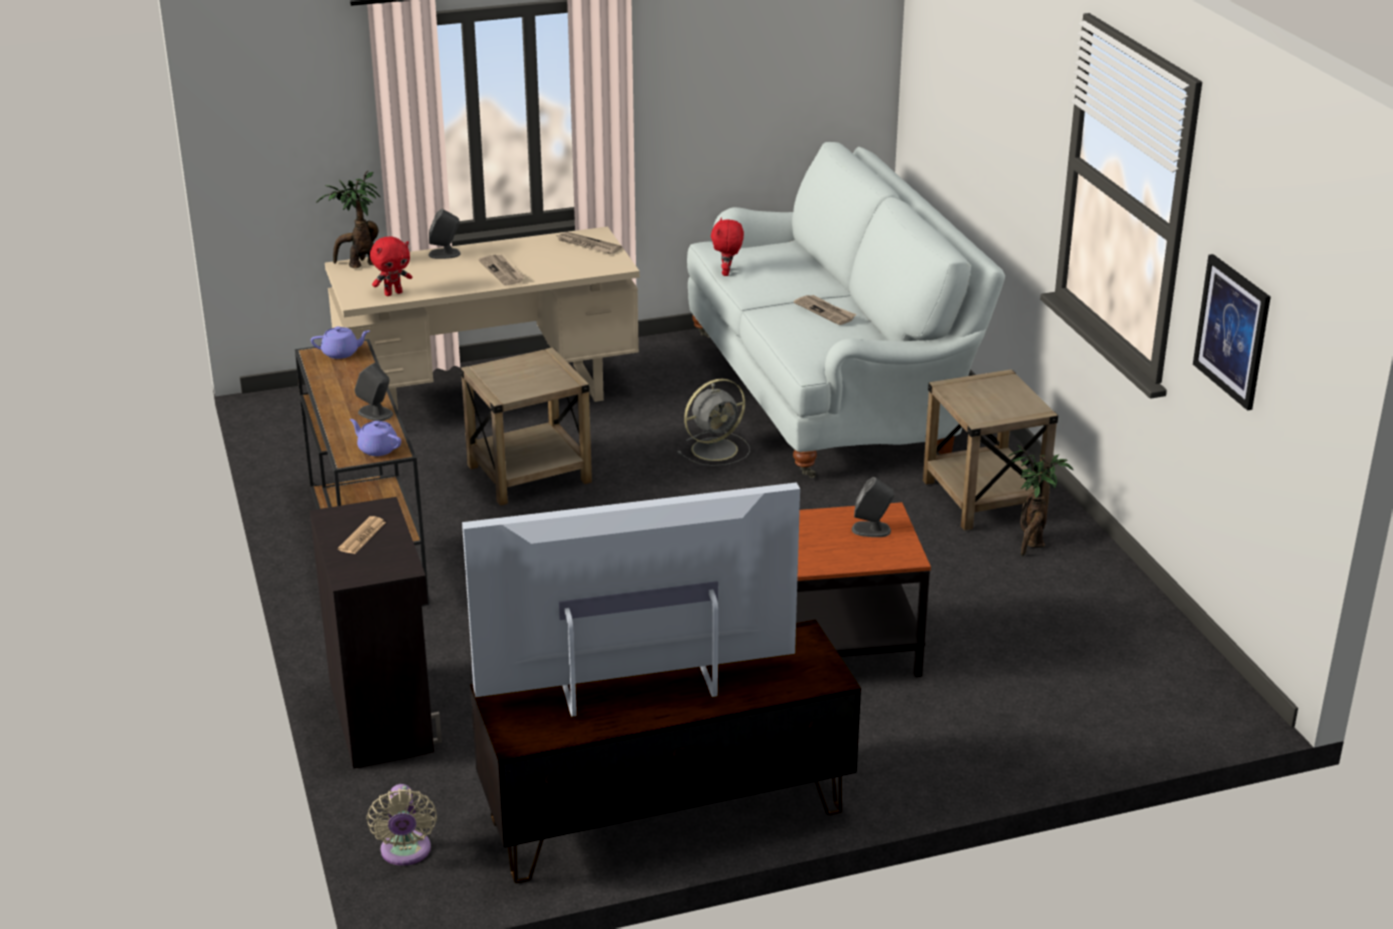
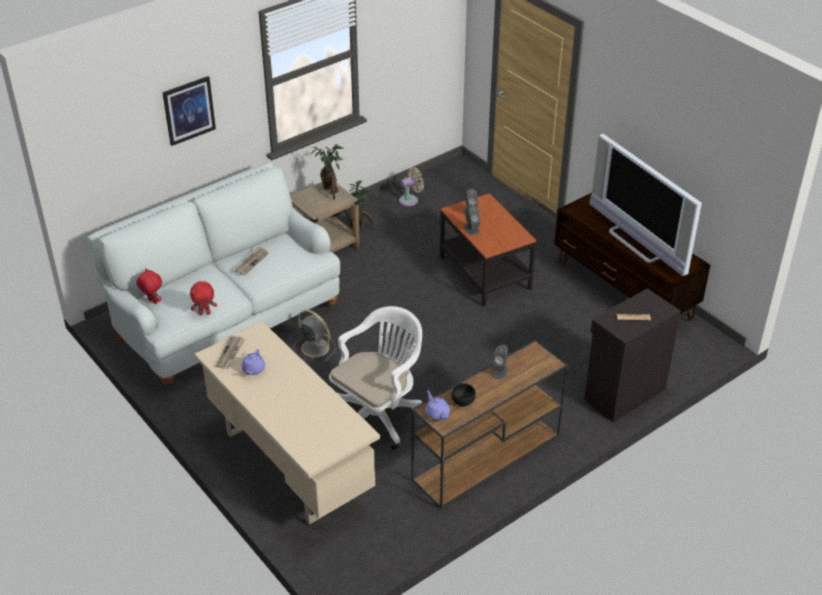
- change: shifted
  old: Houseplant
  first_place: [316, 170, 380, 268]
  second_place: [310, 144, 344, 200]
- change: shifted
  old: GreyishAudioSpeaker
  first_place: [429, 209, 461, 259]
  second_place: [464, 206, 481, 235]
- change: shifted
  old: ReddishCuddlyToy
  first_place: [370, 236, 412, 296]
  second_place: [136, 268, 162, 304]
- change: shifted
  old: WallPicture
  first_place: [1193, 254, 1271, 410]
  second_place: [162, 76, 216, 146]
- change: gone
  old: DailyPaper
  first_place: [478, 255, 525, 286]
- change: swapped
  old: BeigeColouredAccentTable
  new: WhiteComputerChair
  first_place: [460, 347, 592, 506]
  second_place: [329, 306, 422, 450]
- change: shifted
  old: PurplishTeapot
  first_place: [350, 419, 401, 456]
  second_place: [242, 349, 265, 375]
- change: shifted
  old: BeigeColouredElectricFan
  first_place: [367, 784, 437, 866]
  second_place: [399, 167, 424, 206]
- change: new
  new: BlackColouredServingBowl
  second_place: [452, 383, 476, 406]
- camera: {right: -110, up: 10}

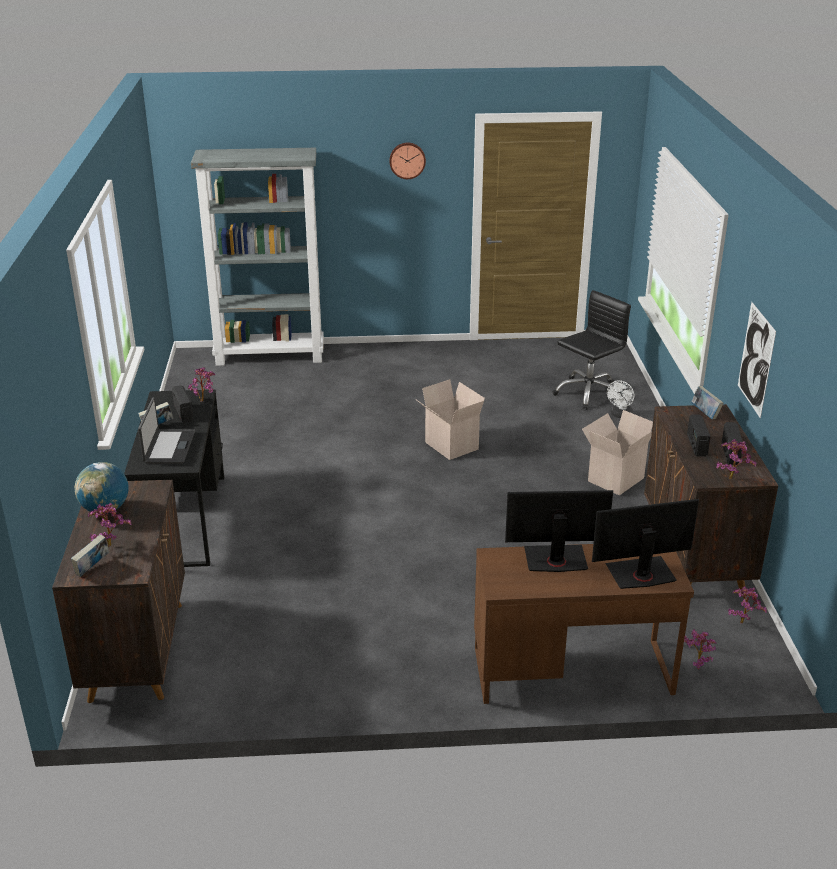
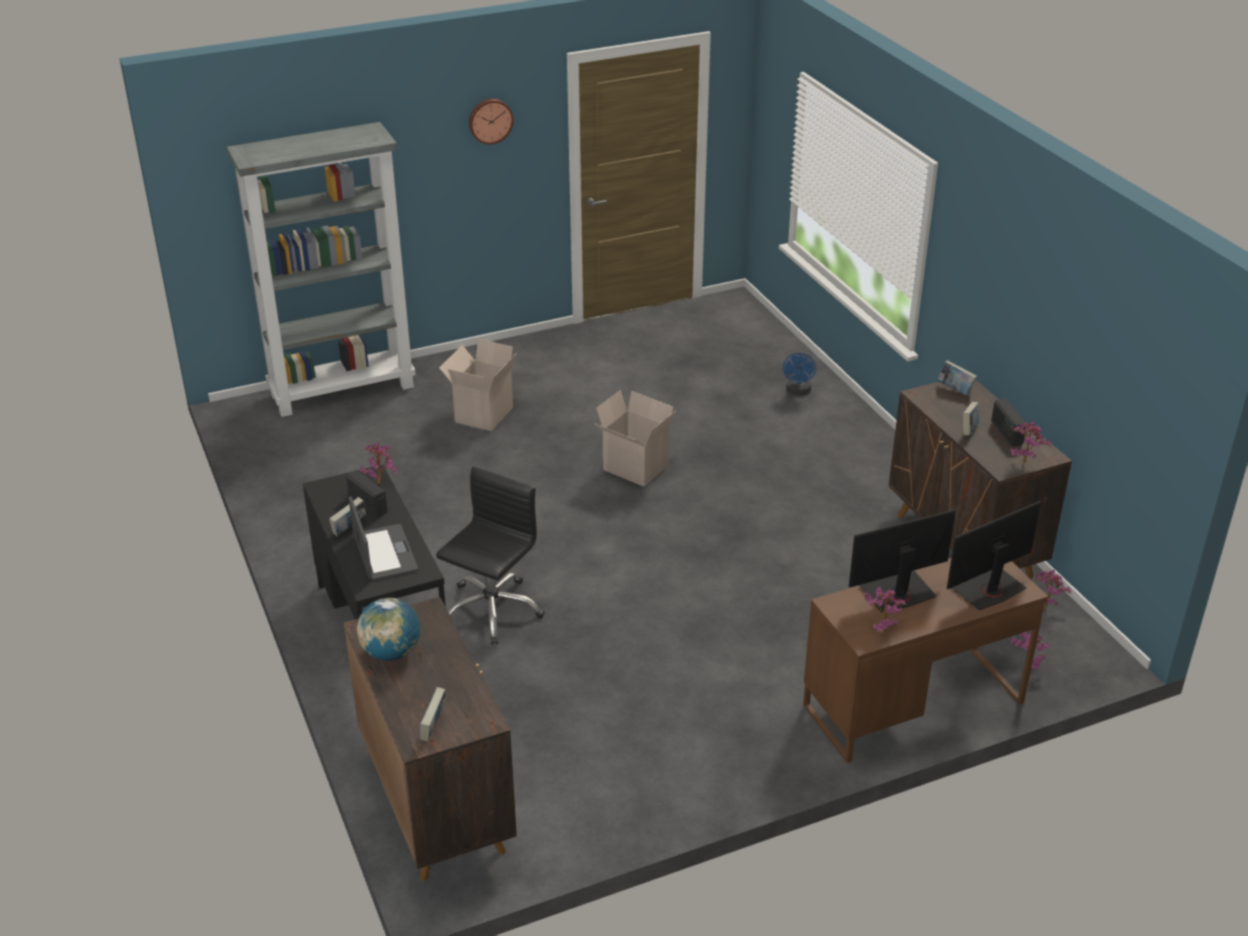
- change: shifted
  old: BlackColouredComputerChair
  first_place: [553, 290, 631, 410]
  second_place: [436, 467, 545, 645]
- change: gone
  old: WallPicture
  first_place: [738, 302, 776, 419]
- change: repainted
  old: WhiteElectricFan
  new: BlueElectricFan
  first_place: [607, 380, 634, 418]
  second_place: [783, 353, 816, 395]
- change: shifted
  old: CardboardBox
  first_place: [582, 410, 653, 495]
  second_place: [439, 339, 516, 431]
- change: swapped
  old: RadioReceiver
  new: Book
  first_place: [687, 415, 711, 457]
  second_place: [963, 402, 979, 435]
- change: shifted
  old: Houseplant
  first_place: [88, 503, 132, 547]
  second_place: [864, 586, 906, 634]
- camera: {right: -20, up: 5}

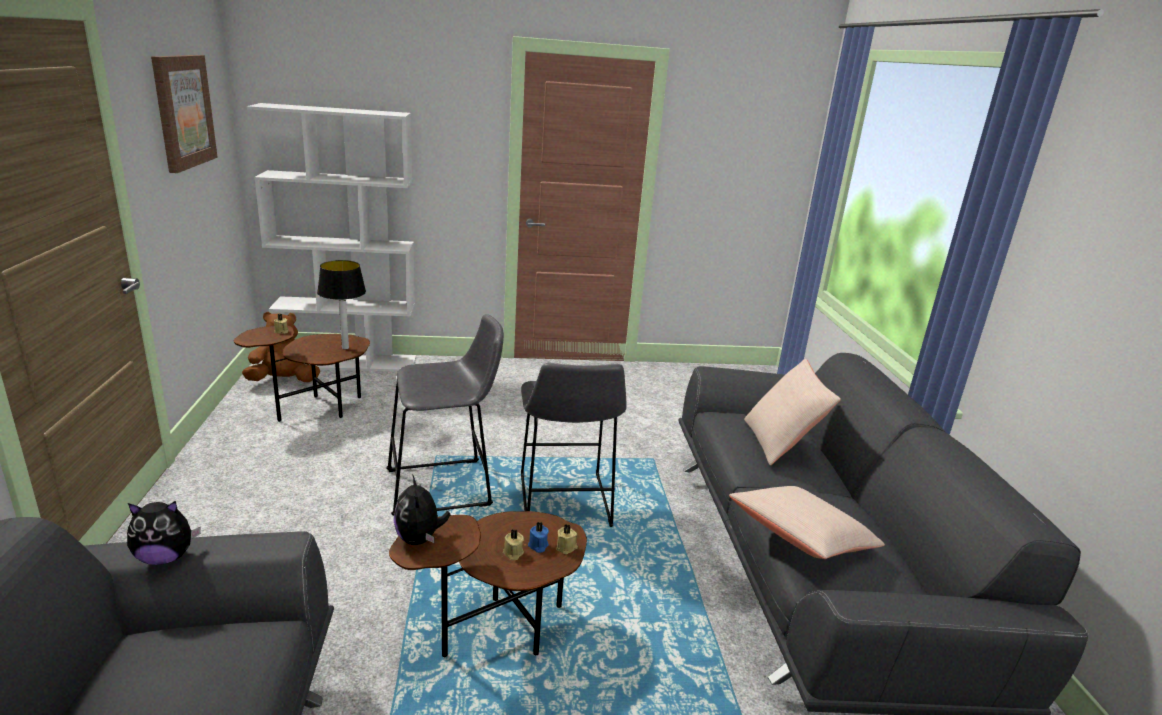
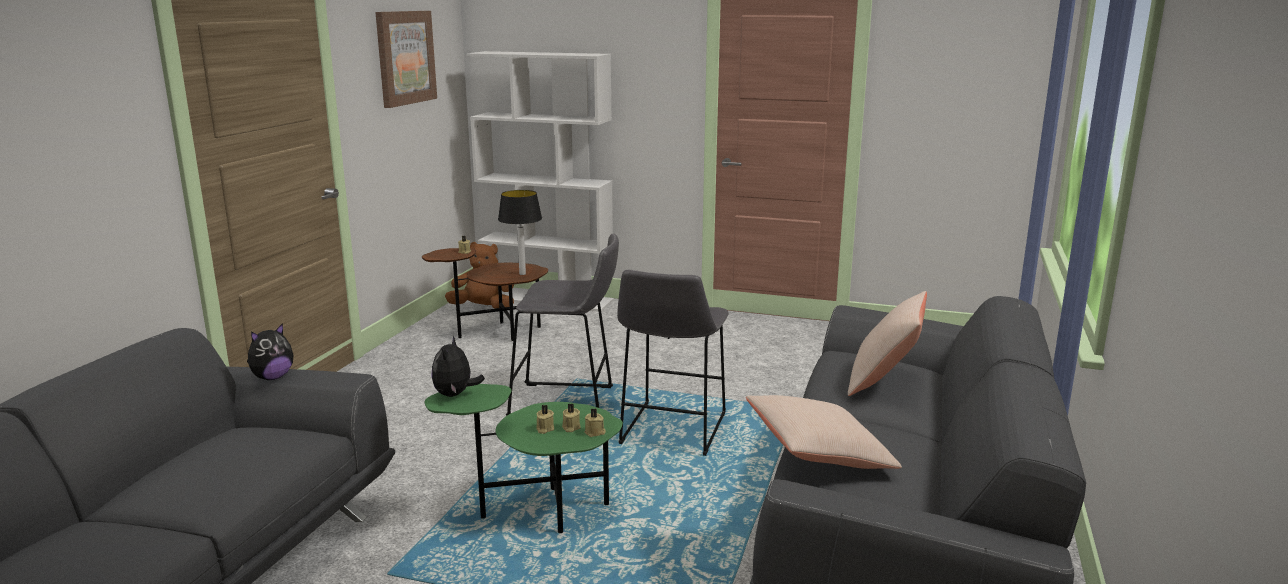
- change: rotated
  old: CuddlyToy
  first_place: [127, 501, 201, 565]
  second_place: [247, 323, 293, 380]
  degrees: -60
- change: repainted
  old: BrownColouredAccentTable
  new: GreenAccentTable
  first_place: [389, 511, 587, 657]
  second_place: [424, 384, 623, 533]
- change: repainted
  old: BlueWaxCandle
  new: BeigeColouredWaxCandle
  first_place: [528, 522, 549, 553]
  second_place: [562, 403, 581, 432]
- camera: {right: 25, up: -5}

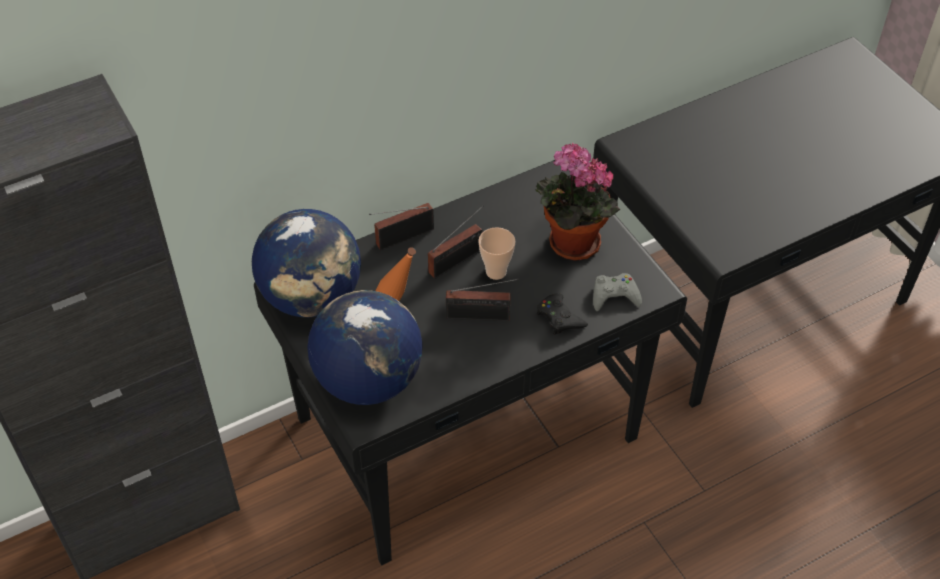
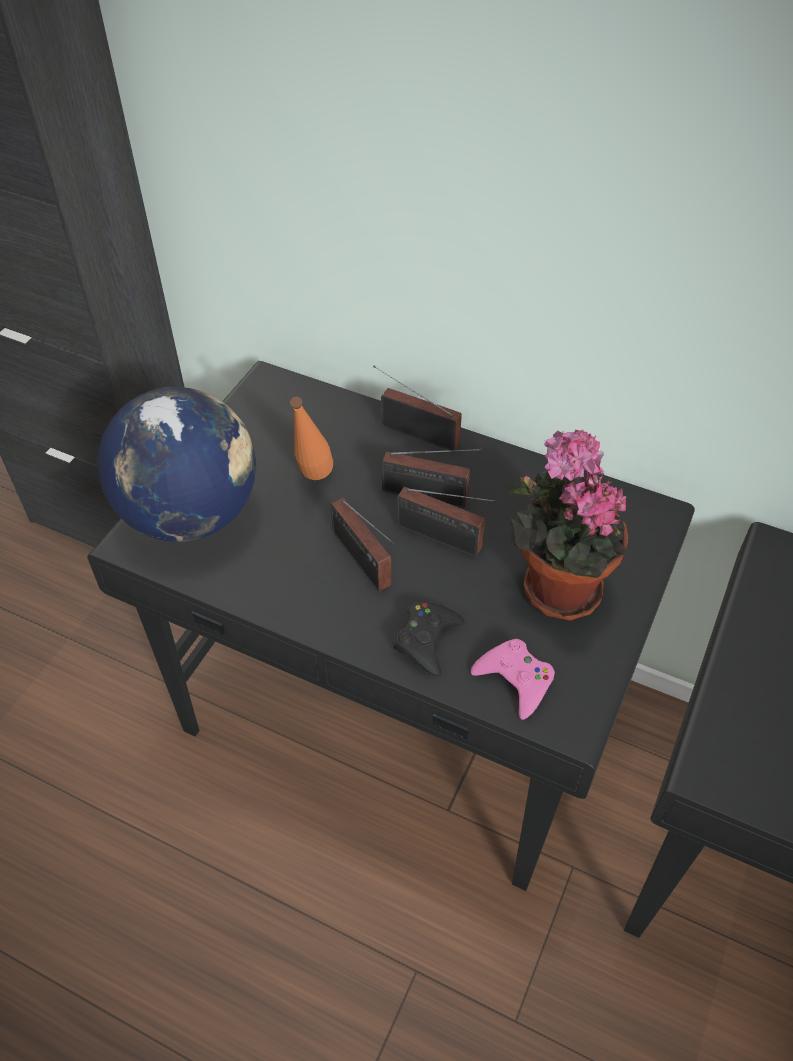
- change: gone
  old: DeskGlobe
  first_place: [252, 209, 361, 317]
- change: swapped
  old: SmallCup
  new: RadioReceiver
  first_place: [478, 227, 515, 280]
  second_place: [397, 487, 497, 557]
- change: repainted
  old: GreyishGameController
  new: PinkishGameController
  first_place: [593, 273, 642, 311]
  second_place: [471, 639, 555, 720]
- camera: {right: 55, up: 0}

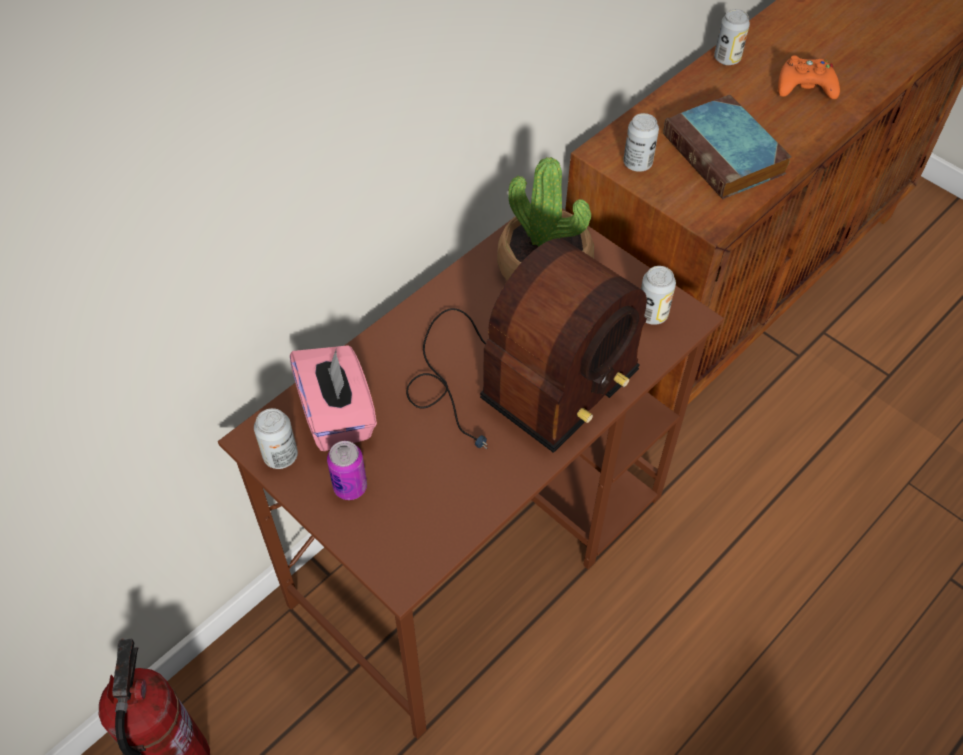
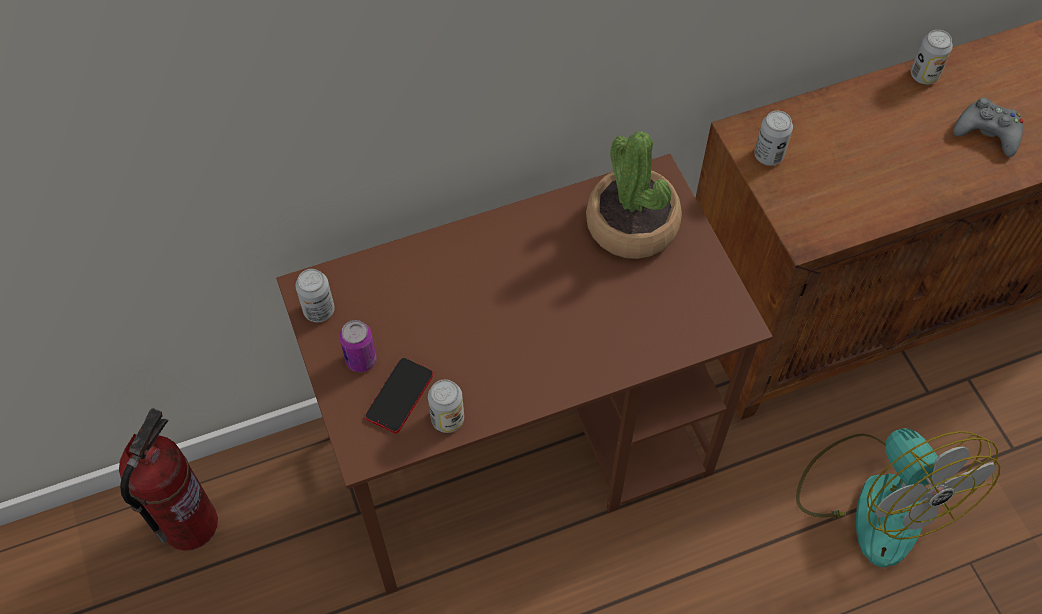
- change: repainted
  old: OrangeyGameController
  new: GreyishGameController
  first_place: [778, 55, 840, 99]
  second_place: [953, 97, 1023, 157]
- change: gone
  old: Book
  first_place: [663, 95, 792, 199]
- change: gone
  old: RadioReceiver
  first_place: [406, 238, 647, 453]
- change: shifted
  old: SealedCan
  first_place: [641, 266, 676, 325]
  second_place: [428, 379, 464, 433]
- change: gone
  old: PinkishTissueHolder
  first_place: [290, 345, 377, 451]
- change: new
  new: Phone
  second_place: [366, 358, 433, 434]
- change: new
  new: ElectricFan
  second_place: [796, 428, 1000, 568]
- camera: {right: 25, up: 5}

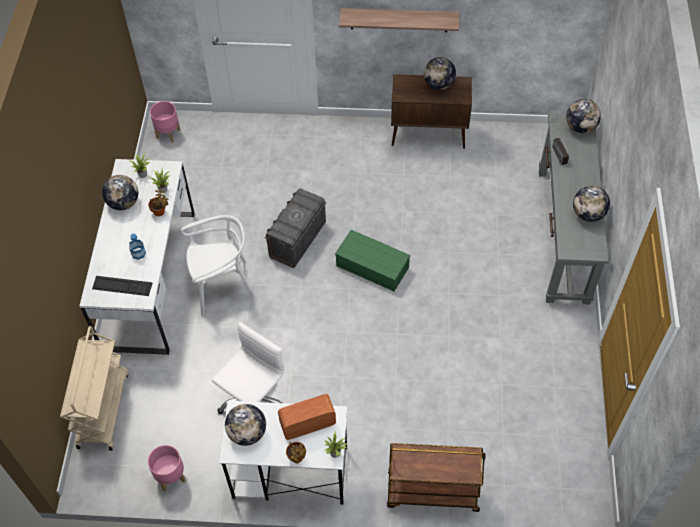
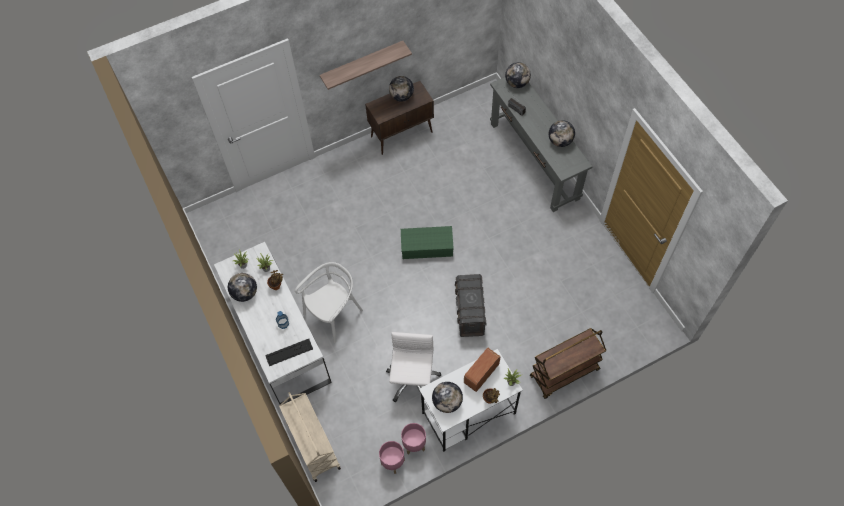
- change: shifted
  old: PinkishPlantPot
  first_place: [150, 101, 180, 143]
  second_place: [401, 423, 426, 455]
- change: shifted
  old: GreyishStorageBin
  first_place: [265, 188, 326, 268]
  second_place: [455, 274, 487, 337]
- camera: {right: -30, up: 5}

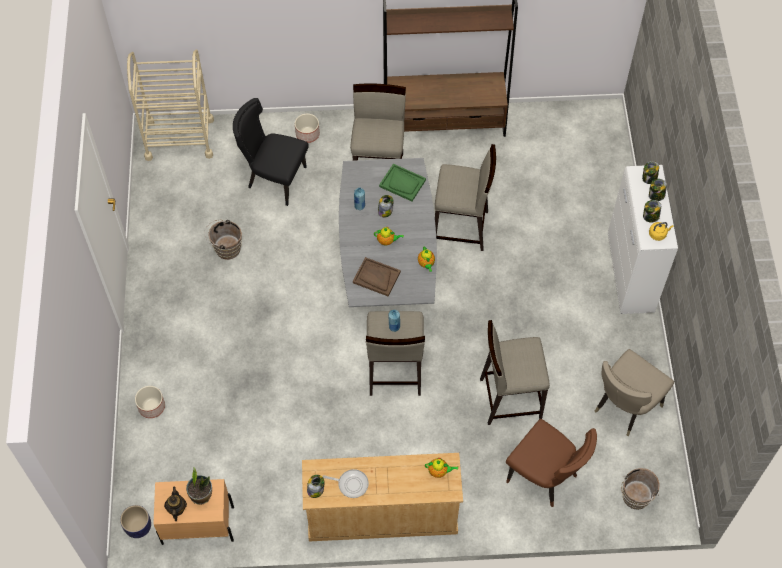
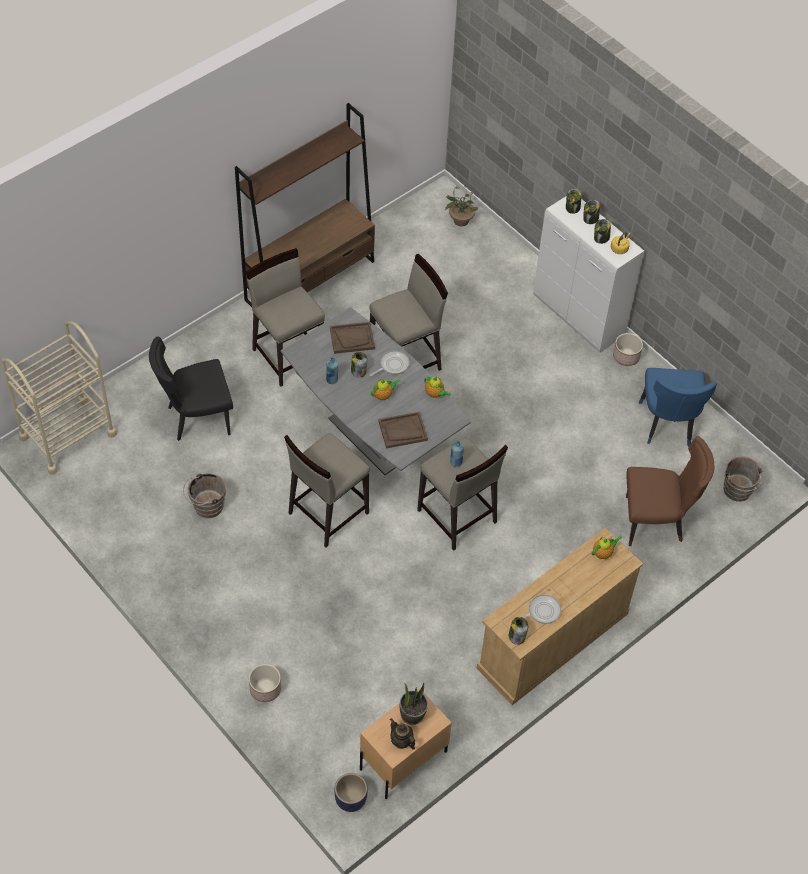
- change: shifted
  old: PlantPot
  first_place: [295, 114, 320, 143]
  second_place: [613, 333, 643, 366]
- change: repainted
  old: GreenCarryingTray
  new: BrownColouredCarryingTray
  first_place: [379, 164, 426, 201]
  second_place: [330, 322, 375, 354]
- change: shifted
  old: BeigeColouredStool
  first_place: [480, 320, 550, 425]
  second_place: [284, 433, 370, 547]
- change: repainted
  old: BeigeColouredUprightChair
  new: BlueUprightChair
  first_place: [595, 349, 674, 436]
  second_place: [639, 368, 717, 447]
- change: new
  new: Houseplant
  second_place: [445, 184, 478, 226]
- change: new
  new: Pan
  second_place: [370, 350, 409, 376]
- camera: {right: -40, up: -5}

